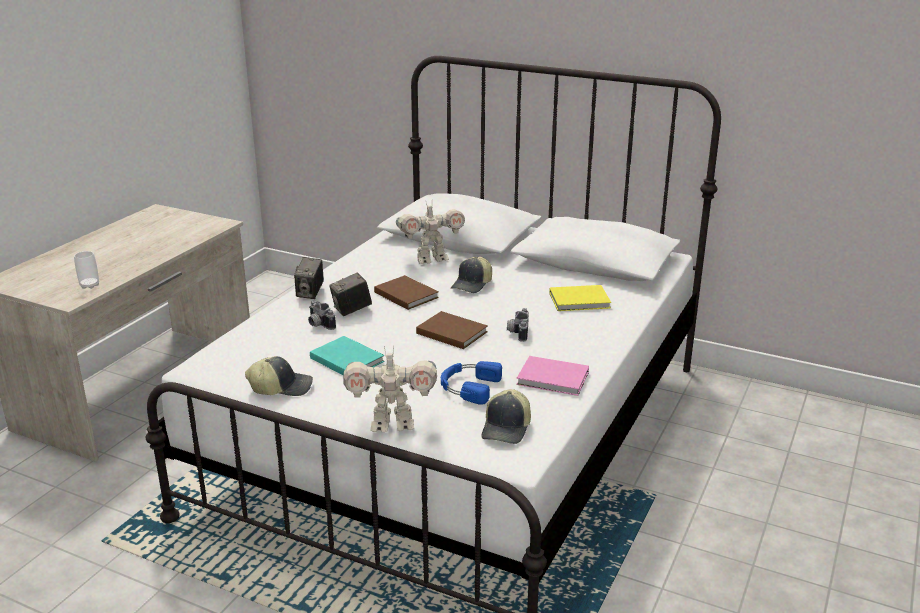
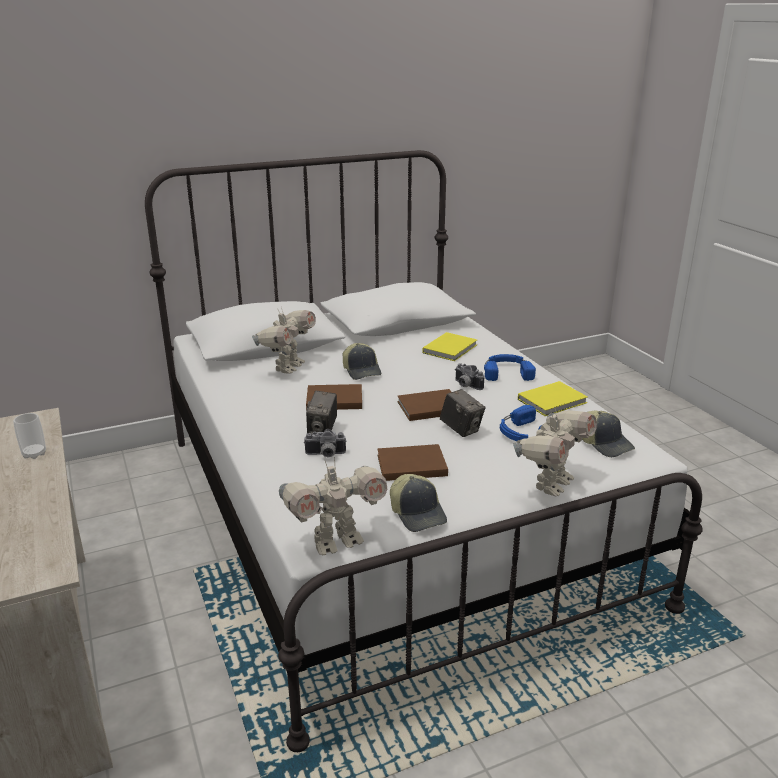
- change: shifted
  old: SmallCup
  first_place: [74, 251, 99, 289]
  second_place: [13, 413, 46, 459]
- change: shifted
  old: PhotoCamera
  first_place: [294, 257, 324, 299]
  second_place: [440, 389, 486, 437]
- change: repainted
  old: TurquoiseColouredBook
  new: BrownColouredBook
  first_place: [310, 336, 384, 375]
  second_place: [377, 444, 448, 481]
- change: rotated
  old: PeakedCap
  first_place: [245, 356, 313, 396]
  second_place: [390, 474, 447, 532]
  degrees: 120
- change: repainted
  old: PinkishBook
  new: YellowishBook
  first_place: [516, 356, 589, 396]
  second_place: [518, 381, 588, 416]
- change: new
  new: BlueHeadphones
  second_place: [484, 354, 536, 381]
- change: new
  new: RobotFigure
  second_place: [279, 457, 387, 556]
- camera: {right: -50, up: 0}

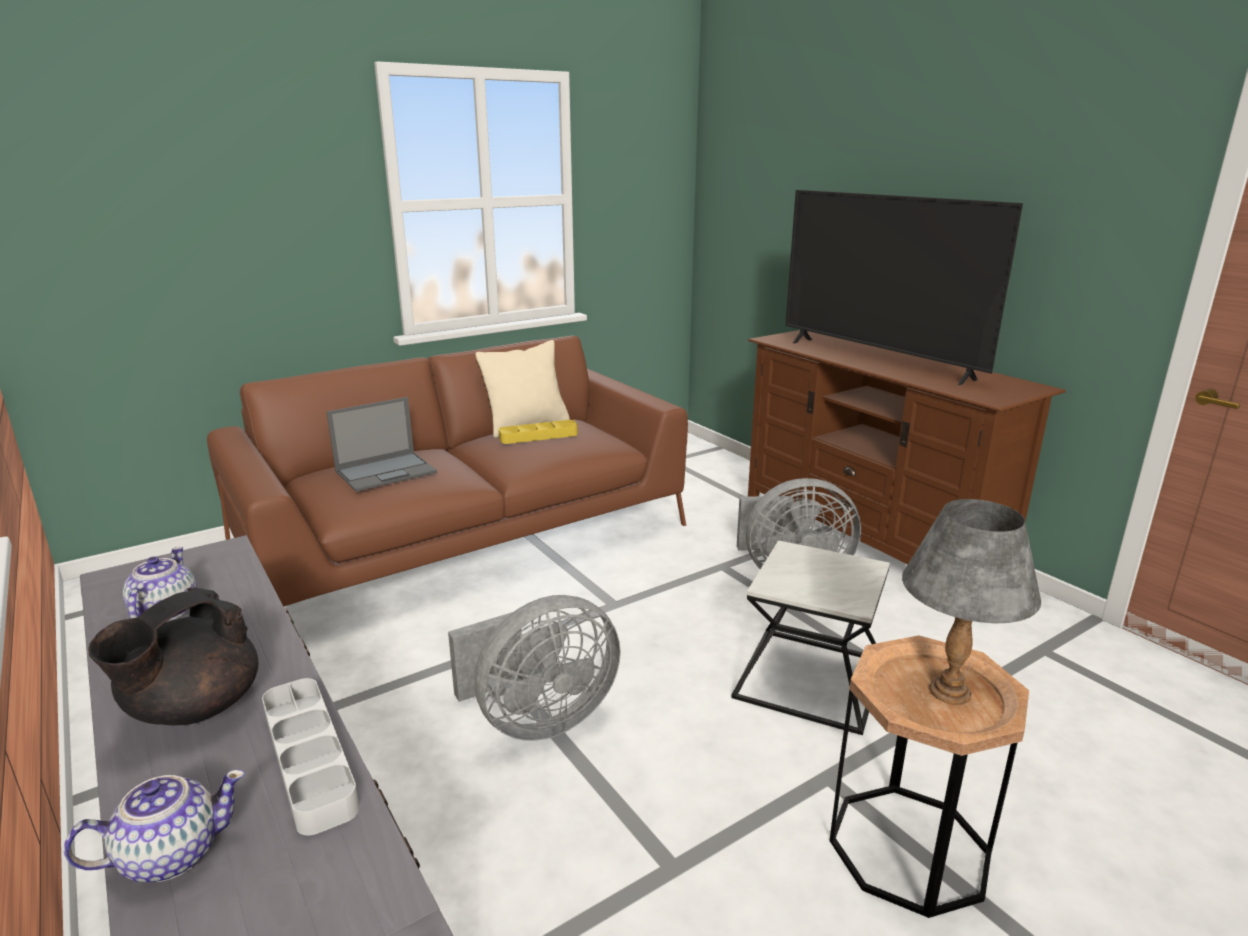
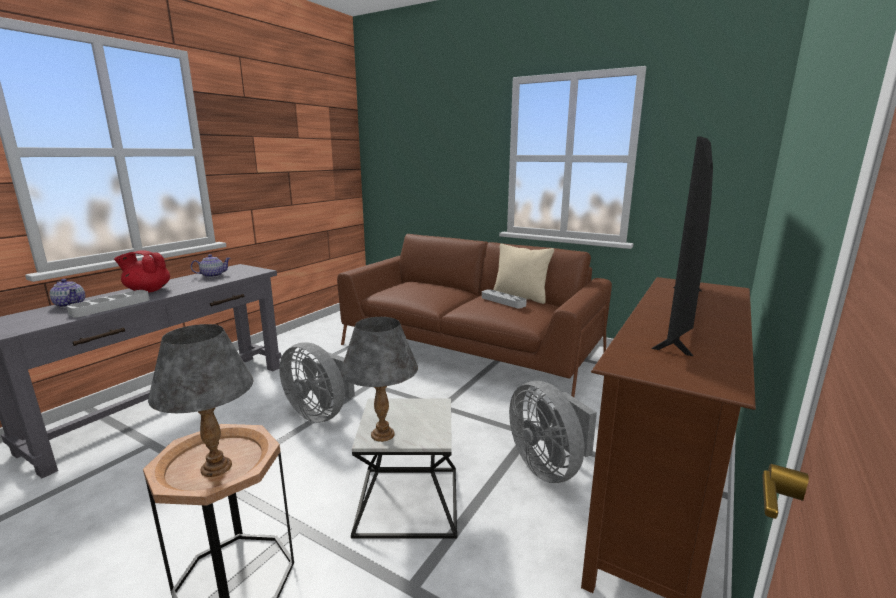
- change: gone
  old: Laptop
  first_place: [327, 397, 437, 492]
- change: repainted
  old: YellowishCarryingTray
  new: GreyishCarryingTray
  first_place: [499, 420, 578, 444]
  second_place: [482, 289, 527, 308]
- change: repainted
  old: BlackColouredTeapot
  new: ReddishTeapot
  first_place: [88, 587, 259, 725]
  second_place: [114, 250, 170, 293]
- change: new
  new: GreyishTabletopLamp
  second_place: [341, 317, 418, 442]
- camera: {right: 65, up: -5}

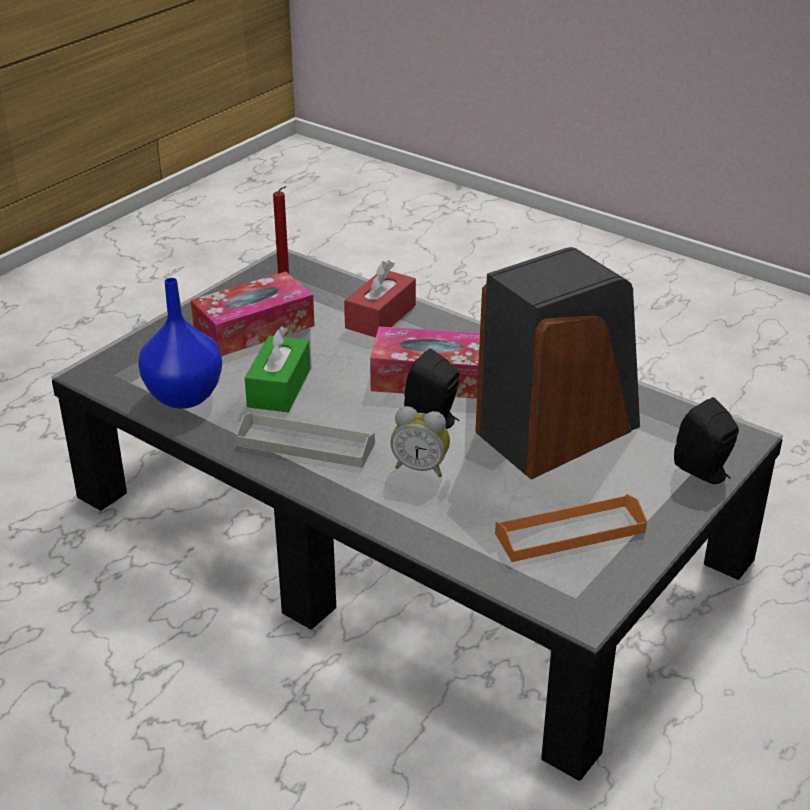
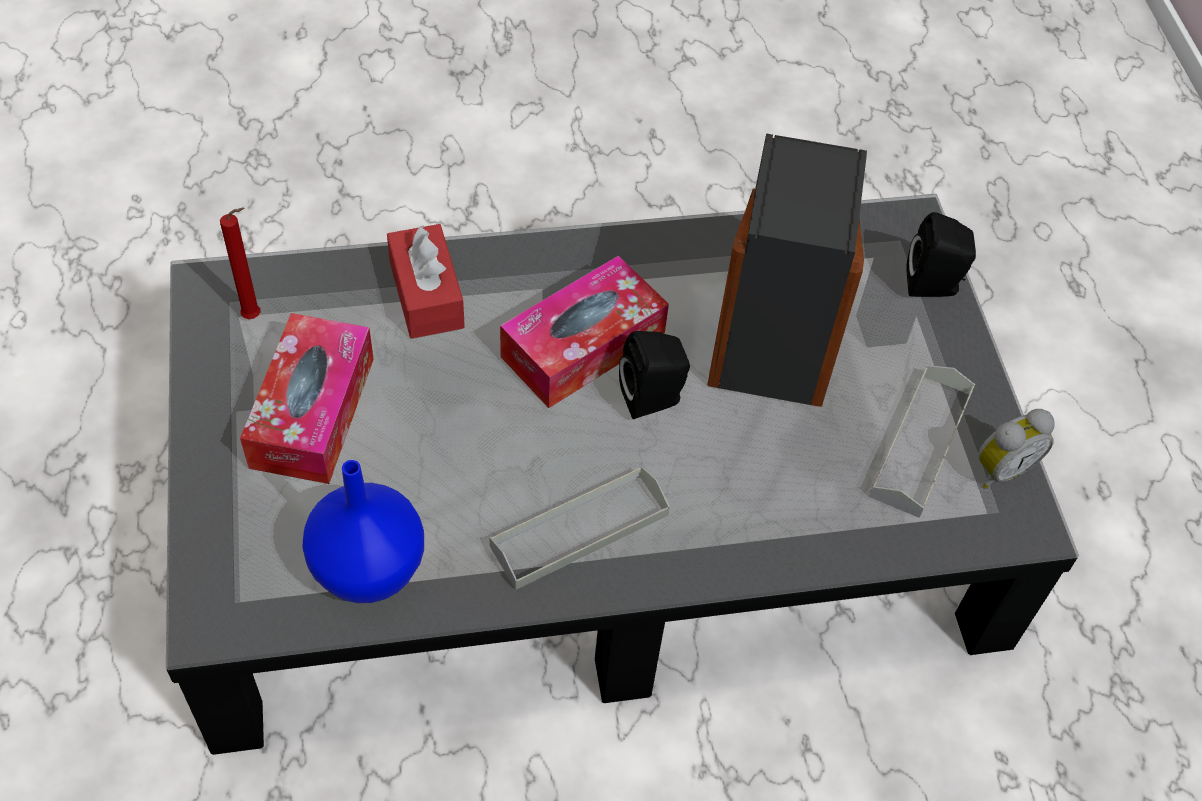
- change: gone
  old: GreenTissueHolder
  first_place: [245, 326, 311, 412]
- change: shifted
  old: AlarmClock
  first_place: [390, 406, 450, 477]
  second_place: [978, 409, 1055, 489]
- change: repainted
  old: OrangeyCarryingTray
  new: GreyishCarryingTray
  first_place: [495, 494, 647, 562]
  second_place: [869, 365, 975, 518]
- camera: {right: -50, up: 20}

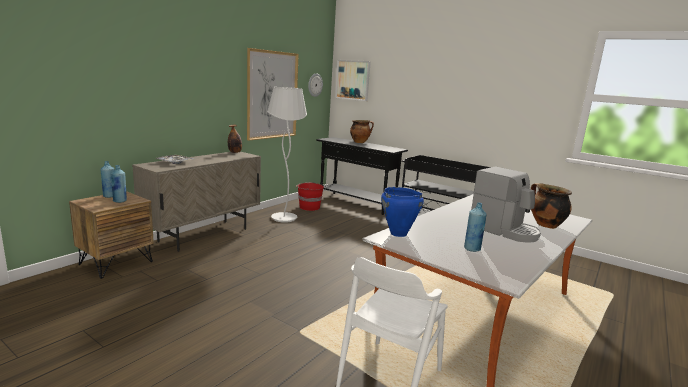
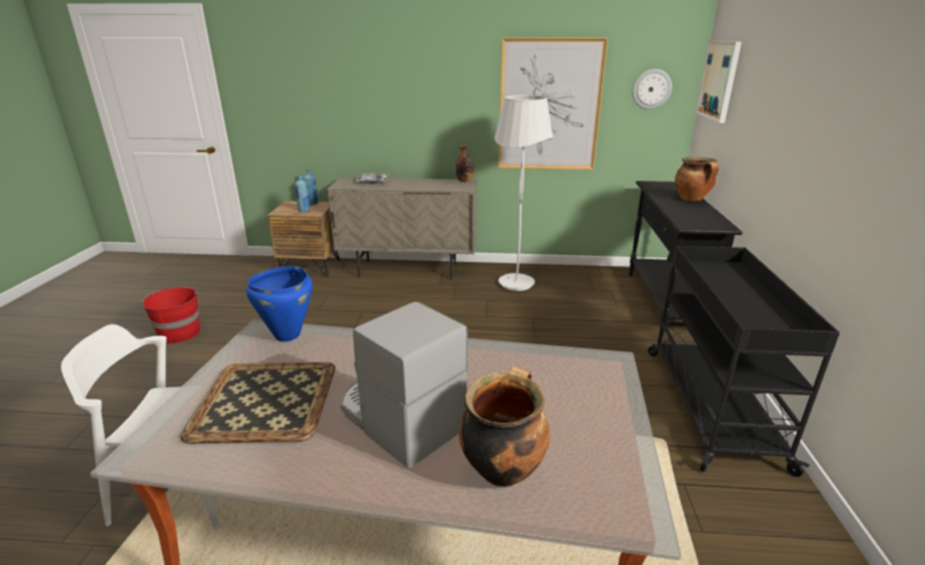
- change: rotated
  old: CoffeeMachine
  first_place: [471, 166, 541, 242]
  second_place: [340, 301, 468, 469]
  degrees: 120
- change: shifted
  old: ReddishWaterBucket
  first_place: [296, 182, 324, 211]
  second_place: [142, 287, 200, 344]
- change: swapped
  old: BlueDrinkBottle
  new: CarryingTray
  first_place: [464, 203, 487, 252]
  second_place: [180, 362, 335, 444]
- camera: {right: 60, up: 10}

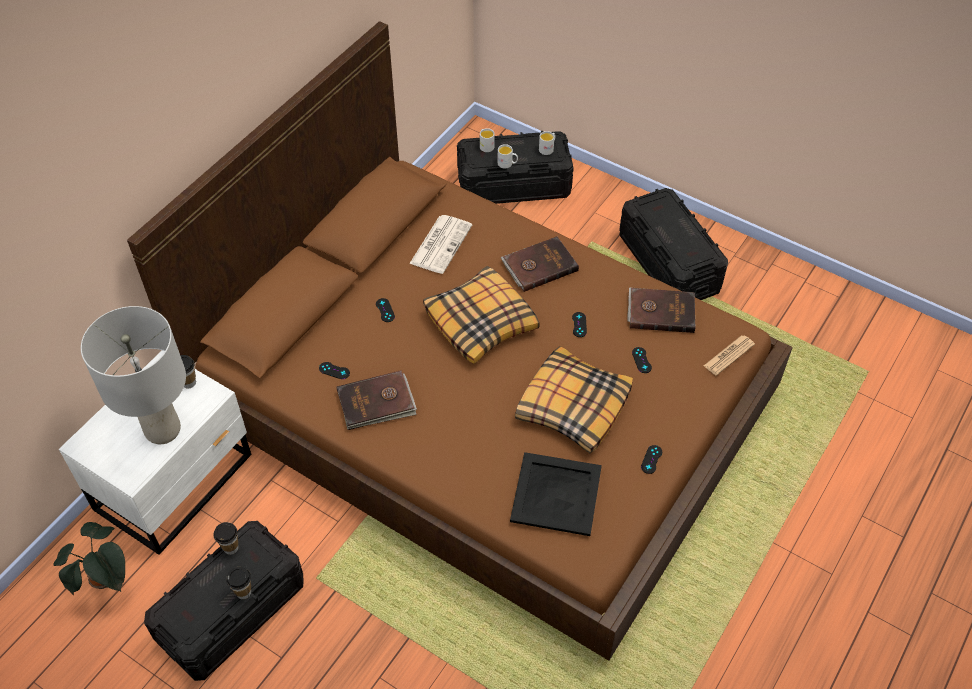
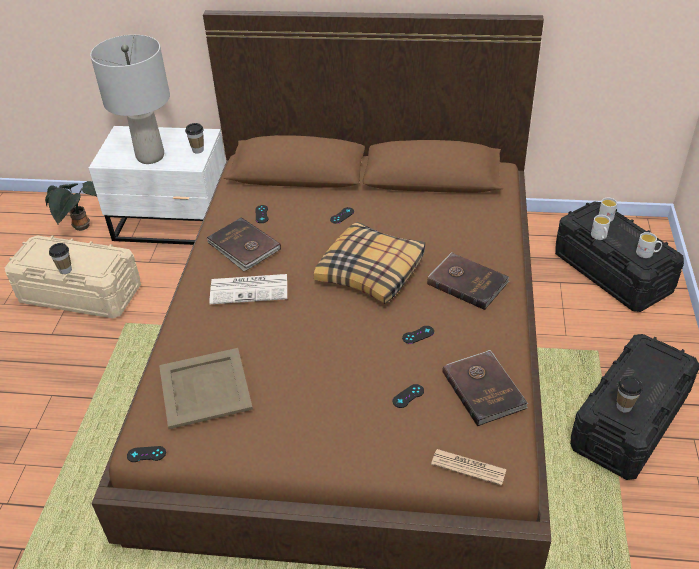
- change: shifted
  old: DailyPaper
  first_place: [409, 215, 472, 274]
  second_place: [209, 274, 287, 304]
- change: gone
  old: Pillow
  first_place: [515, 346, 633, 454]
- change: shifted
  old: BlackColouredGameController
  first_place: [641, 445, 662, 474]
  second_place: [127, 446, 166, 462]
- change: repainted
  old: BlackColouredCarryingTray
  new: BeigeColouredCarryingTray
  first_place: [510, 452, 602, 536]
  second_place: [159, 348, 253, 429]
- change: repainted
  old: BlackColouredStorageBin
  new: BeigeColouredStorageBin
  first_place: [144, 521, 304, 681]
  second_place: [4, 236, 141, 318]
- change: shifted
  old: SmallCup
  first_place: [214, 522, 239, 555]
  second_place: [616, 376, 643, 413]
- camera: {right: 65, up: -10}

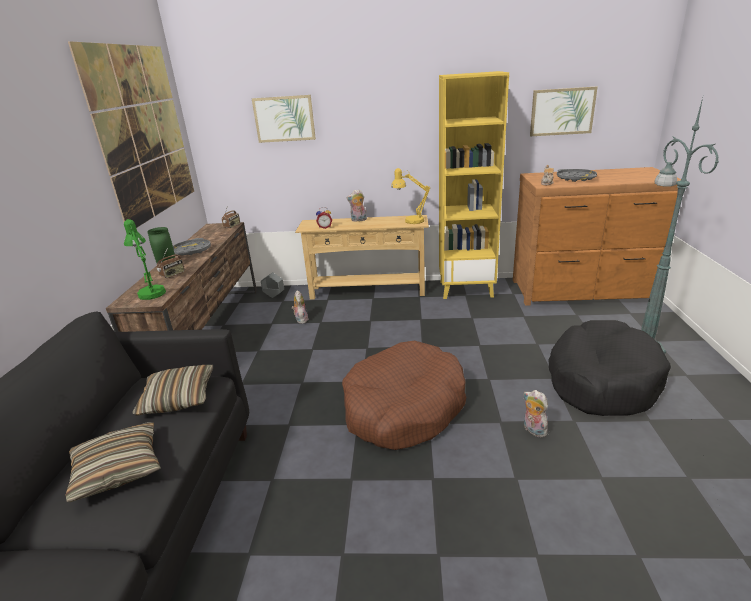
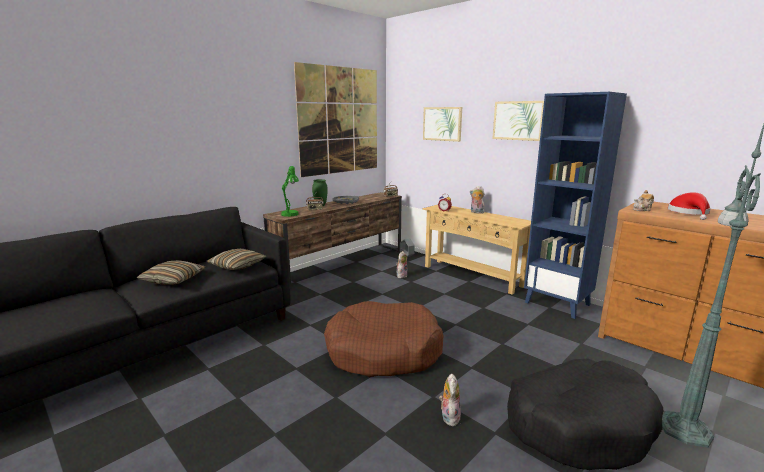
- change: repainted
  old: YellowishBookshelf
  new: BlueBookshelf
  first_place: [439, 71, 509, 299]
  second_place: [524, 92, 627, 319]
- change: shifted
  old: WallPicture
  first_place: [530, 87, 598, 136]
  second_place: [492, 101, 544, 141]
- change: gone
  old: YellowishTabletopLamp
  first_place: [391, 168, 430, 224]
- change: swapped
  old: GreyishCarryingTray
  new: ReddishClothingHat
  first_place: [557, 169, 597, 182]
  second_place: [668, 192, 711, 220]
- camera: {right: 40, up: -10}

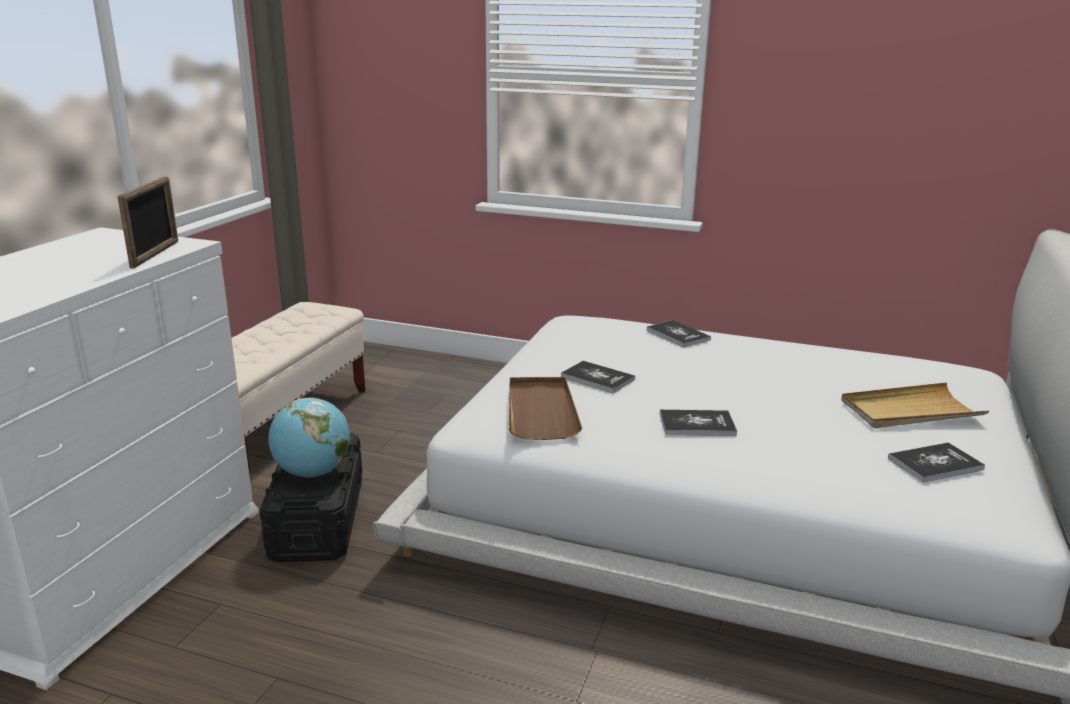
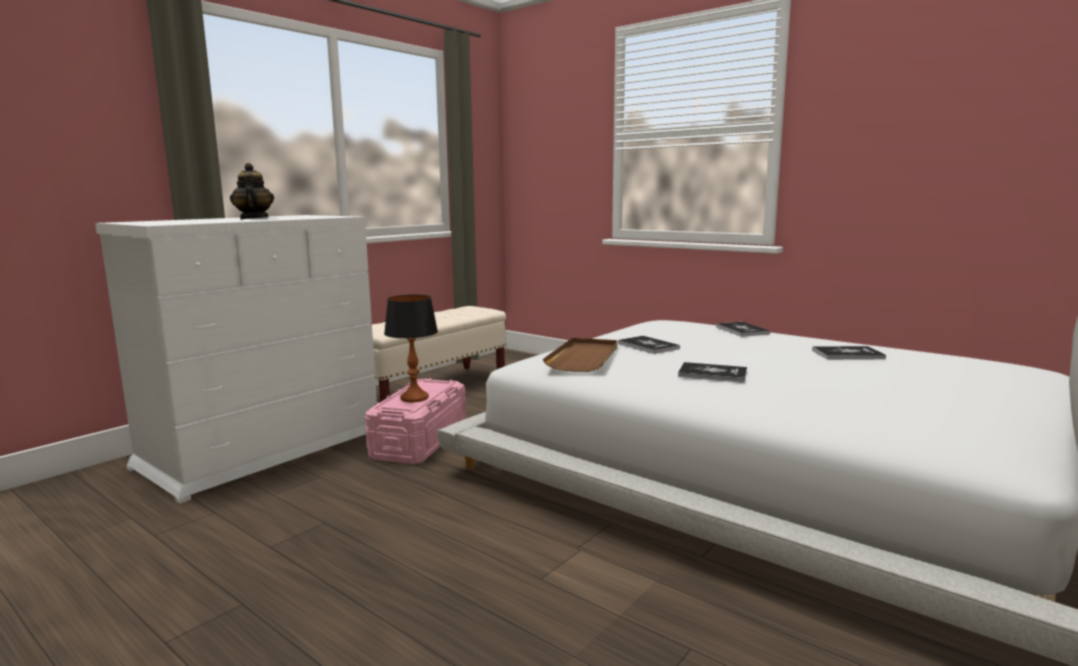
- change: gone
  old: StandingFrame
  first_place: [117, 176, 178, 268]
- change: gone
  old: BeigeColouredCarryingTray
  first_place: [841, 382, 989, 428]
- change: swapped
  old: DeskGlobe
  new: TabletopLamp
  first_place: [268, 398, 350, 477]
  second_place: [384, 295, 438, 402]
- change: repainted
  old: BlackColouredStorageBin
  new: PinkishStorageBin
  first_place: [260, 433, 362, 562]
  second_place: [365, 378, 466, 464]
- change: shifted
  old: Book
  first_place: [888, 443, 985, 482]
  second_place: [812, 346, 886, 360]
- change: new
  new: Teapot
  second_place: [230, 163, 274, 219]
- camera: {right: 20, up: -10}

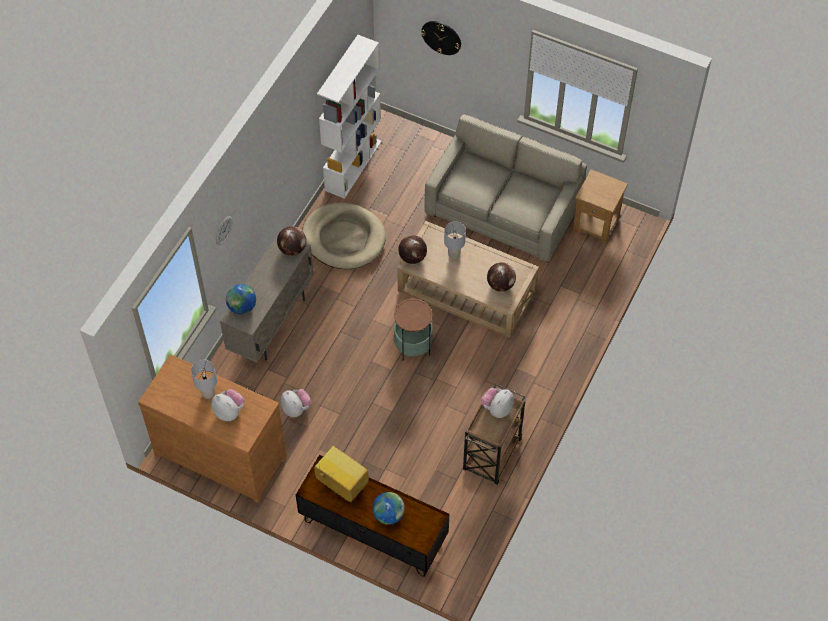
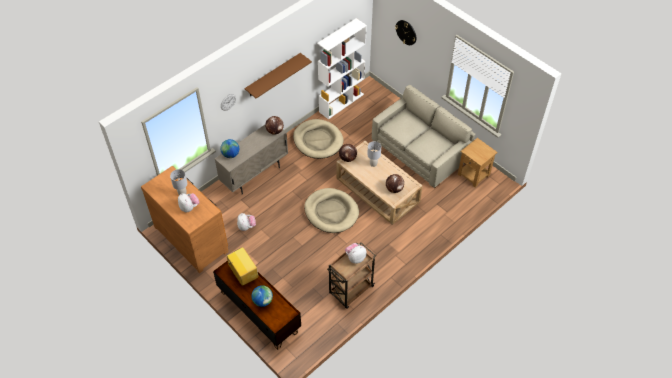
- change: swapped
  old: AccentTable
  new: BeigeColouredPetBed
  first_place: [394, 299, 433, 361]
  second_place: [304, 188, 359, 233]
- change: new
  new: BrownColouredBracketShelf
  second_place: [244, 53, 312, 98]
- camera: {right: 20, up: -5}

